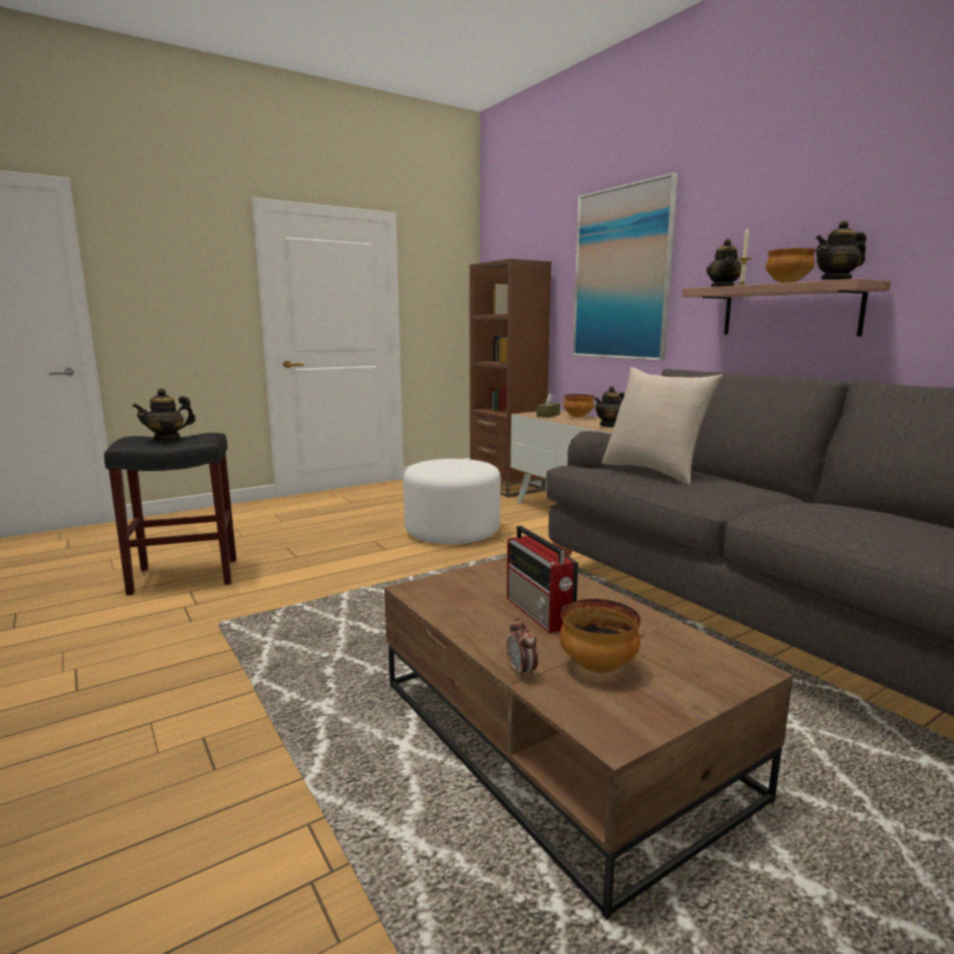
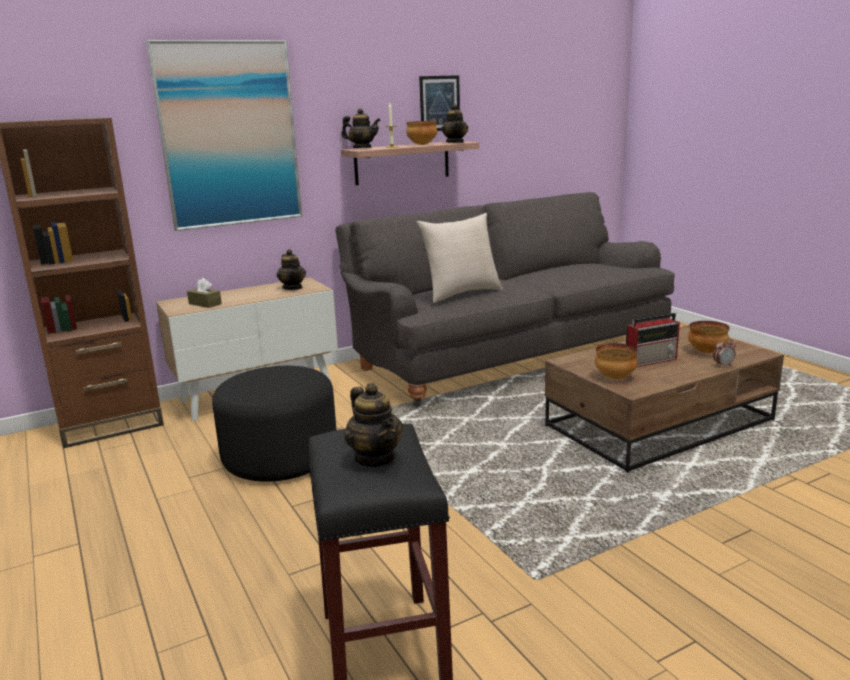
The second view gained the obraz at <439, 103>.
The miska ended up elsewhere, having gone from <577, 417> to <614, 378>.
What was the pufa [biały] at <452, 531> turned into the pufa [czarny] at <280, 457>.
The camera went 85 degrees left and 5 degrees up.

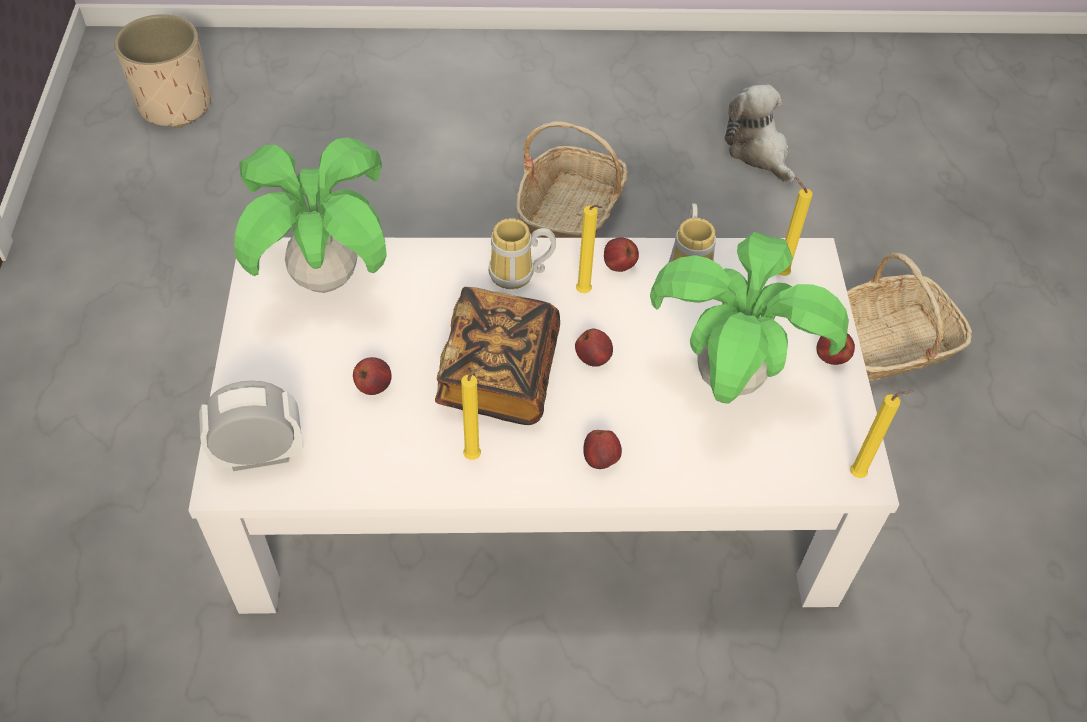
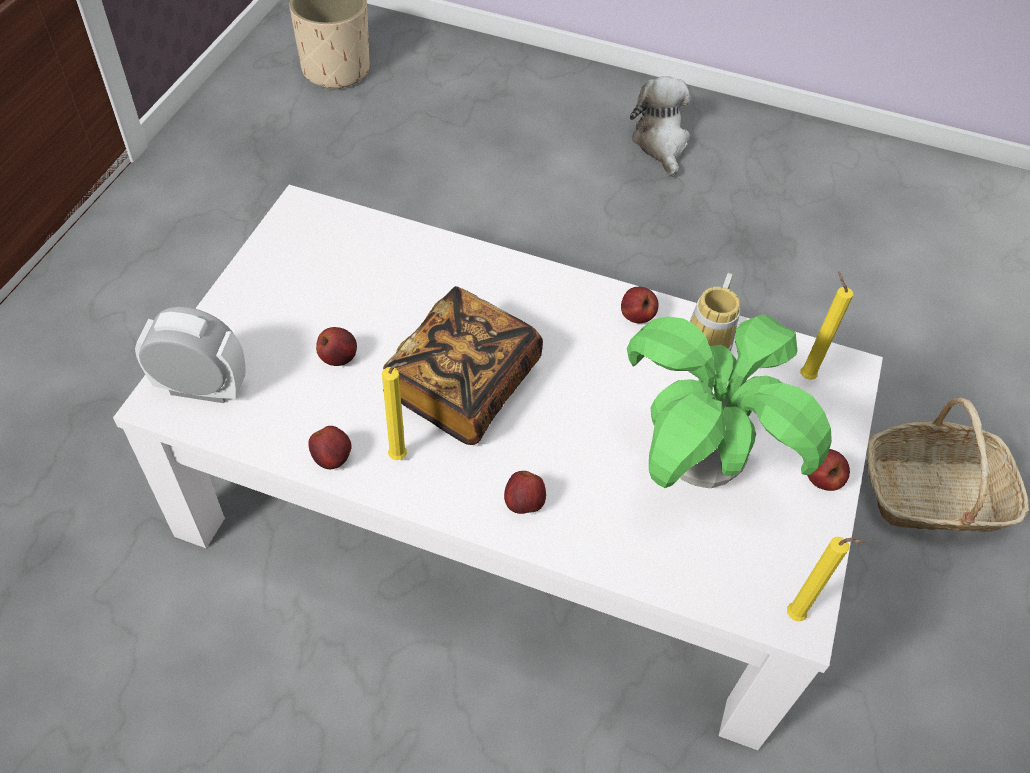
The second view lost the roślina doniczkowa at <325, 279>.
The second view lost the kubek at <518, 276>.
The second view lost the koszyk at <571, 209>.
The second view lost the świeca [żółty] at <585, 293>.
The jabłko ended up elsewhere, having gone from <593, 358> to <333, 459>.
The pluszak ended up elsewhere, having gone from <758, 151> to <661, 144>.
The camera went 20 degrees right and 0 degrees up.

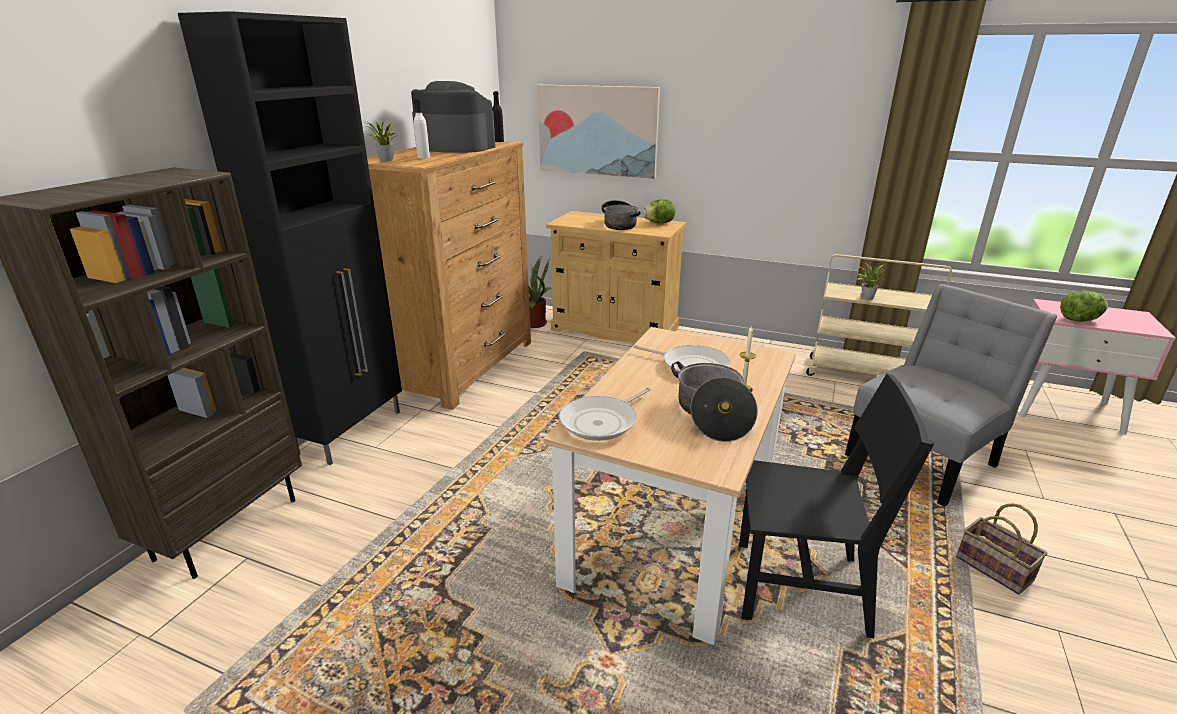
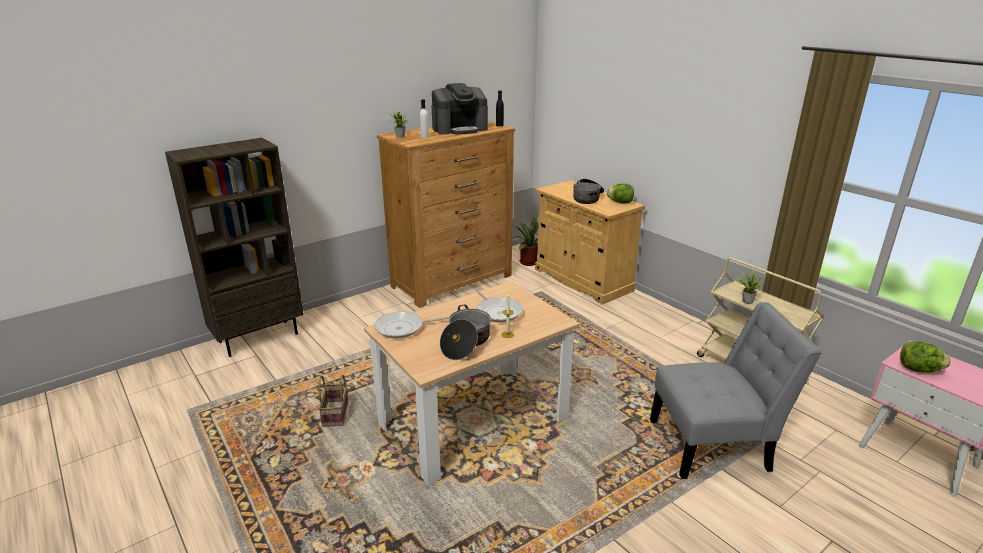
The second view lost the szafka [czarny] at <352, 431>.
The second view lost the obraz at <597, 130>.
The second view lost the krzesło [czarny] at <801, 588>.
The koszyk ended up elsewhere, having gone from <996, 569> to <336, 415>.
The ekspres do kawy at <454, 147> ended up facing another way, 105 degrees clockwise from before.
The camera went 30 degrees right and 0 degrees up.

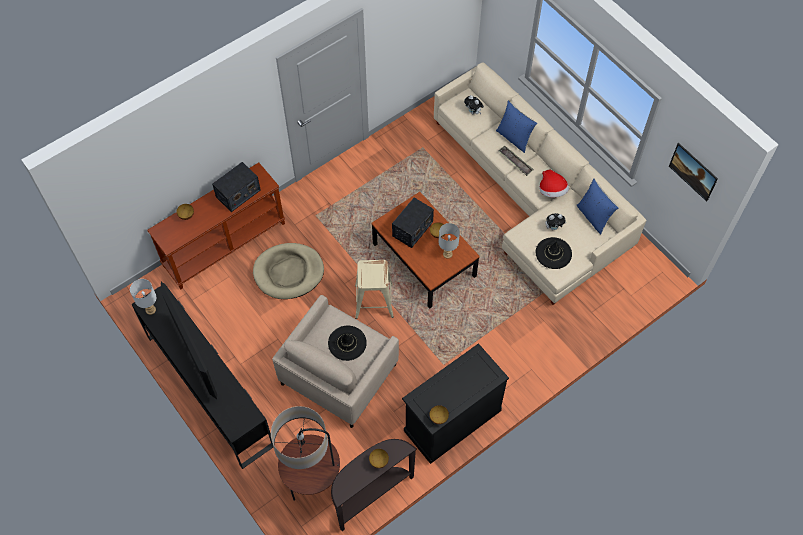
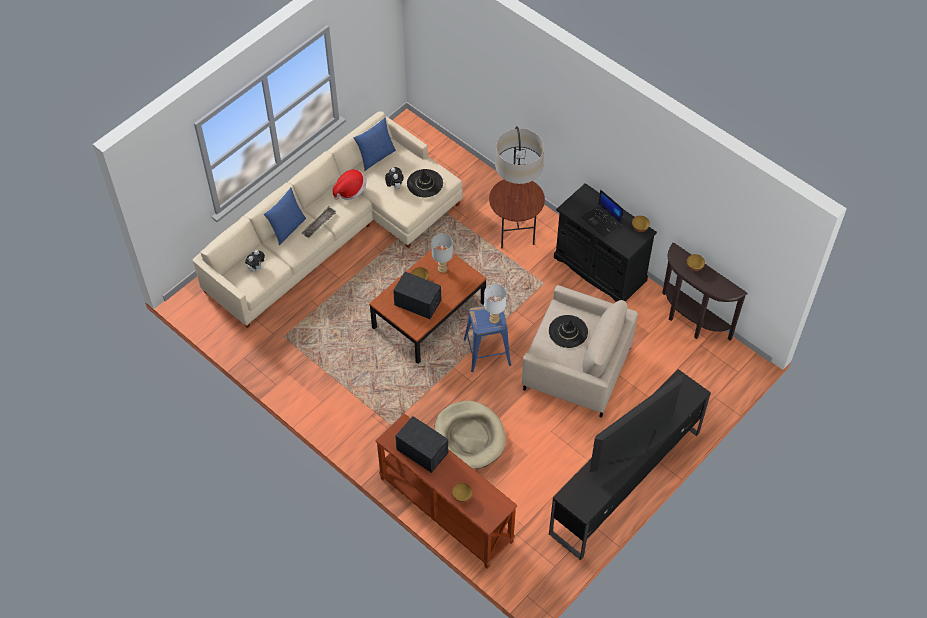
The second view lost the obraz at <690, 177>.
The second view gained the laptop at <602, 220>.
The lampa stołowa [biały] ended up elsewhere, having gone from <150, 310> to <494, 319>.
The lampa stojąca ended up elsewhere, having gone from <313, 483> to <515, 233>.
What was the stołek [beżowy] at <373, 301> turned into the stołek [niebieski] at <487, 352>.
The camera went 100 degrees left and 5 degrees down.

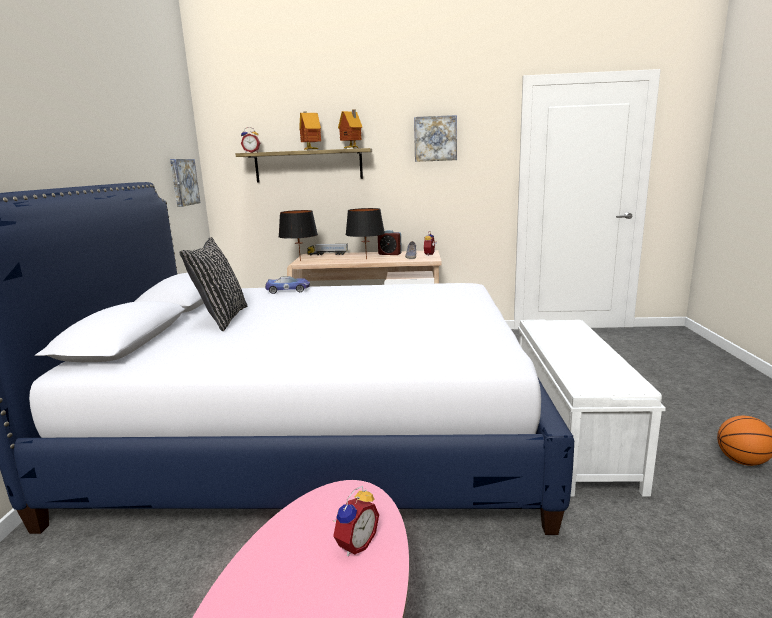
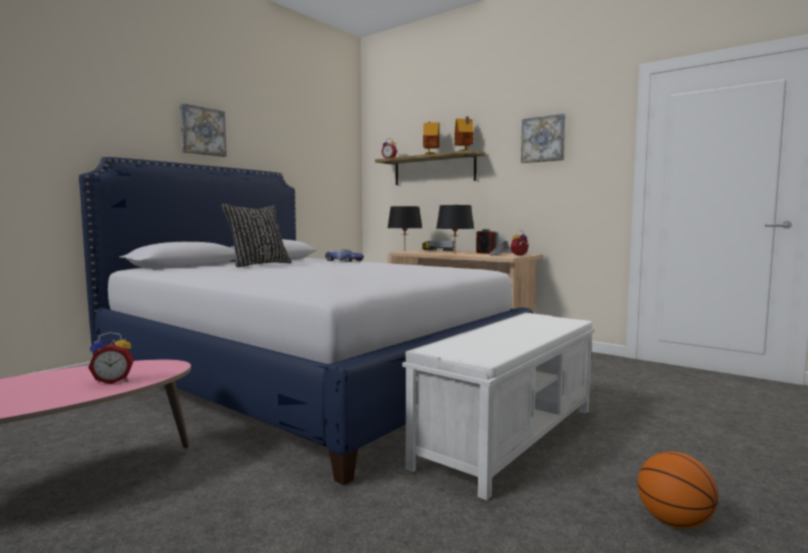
The obraz ended up elsewhere, having gone from <183, 182> to <202, 131>.
The camera went 35 degrees right and 10 degrees down.

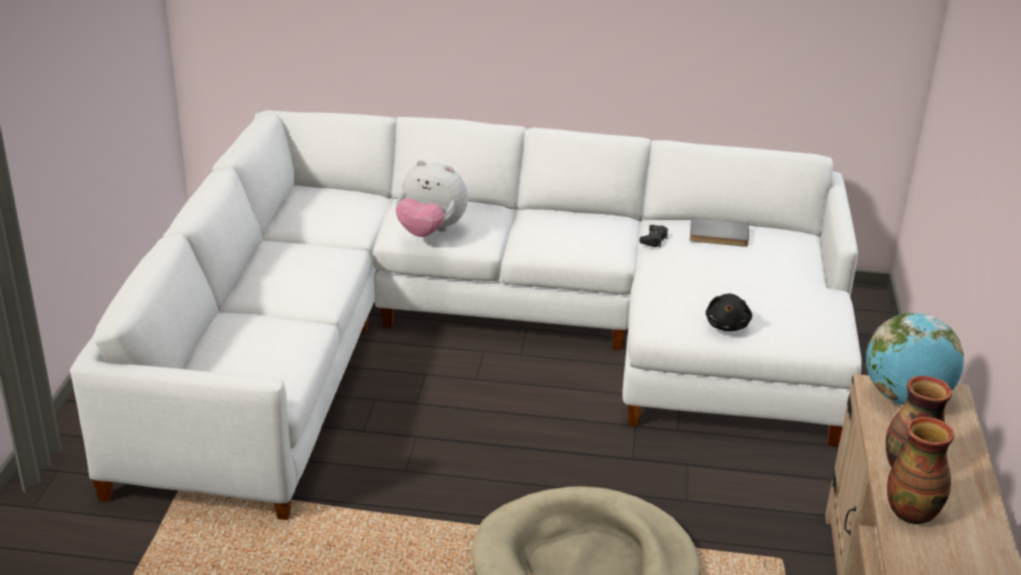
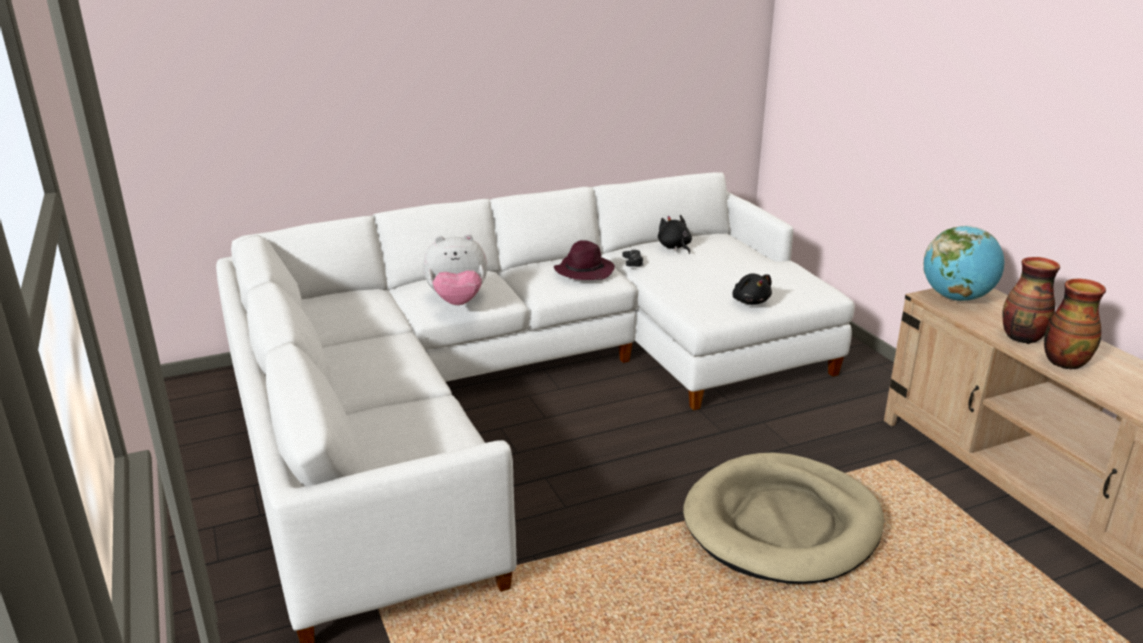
The second view gained the kapelusz [fioletowy] at <584, 271>.
Where the książka [szary] stood at <718, 235>, the pluszak [czarny] came to stand at <674, 247>.
The camera went 30 degrees left and 5 degrees down.

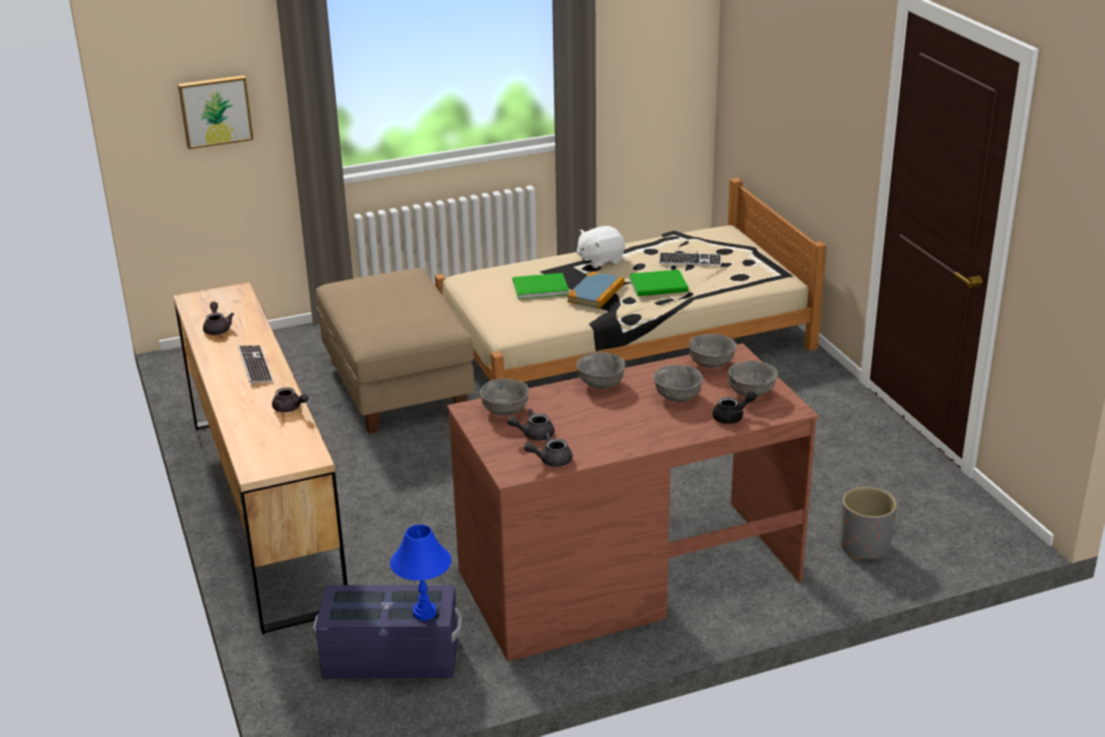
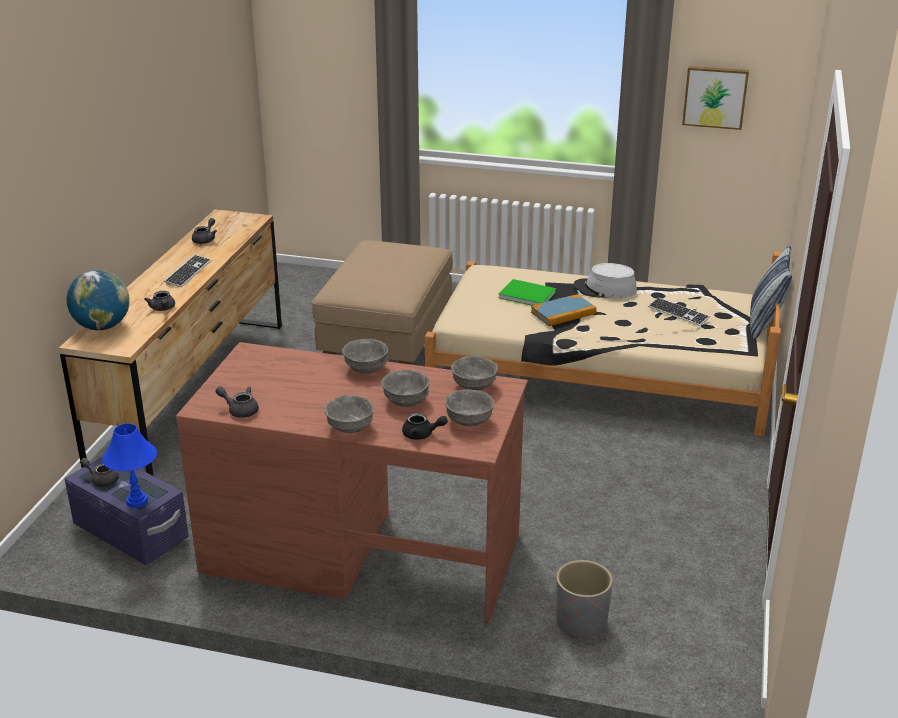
The second view lost the książka [zielony] at <660, 285>.
The second view gained the globus at <102, 327>.
The second view gained the poduszka at <765, 323>.
The obraz ended up elsewhere, having gone from <215, 111> to <715, 96>.
The miska [szary] ended up elsewhere, having gone from <504, 411> to <349, 427>.
The imbryk [szary] ended up elsewhere, having gone from <533, 434> to <102, 479>.
Where the pluszak [biały] stood at <600, 260>, the kapelusz [szary] came to stand at <605, 289>.
The camera went 35 degrees right and 0 degrees up.

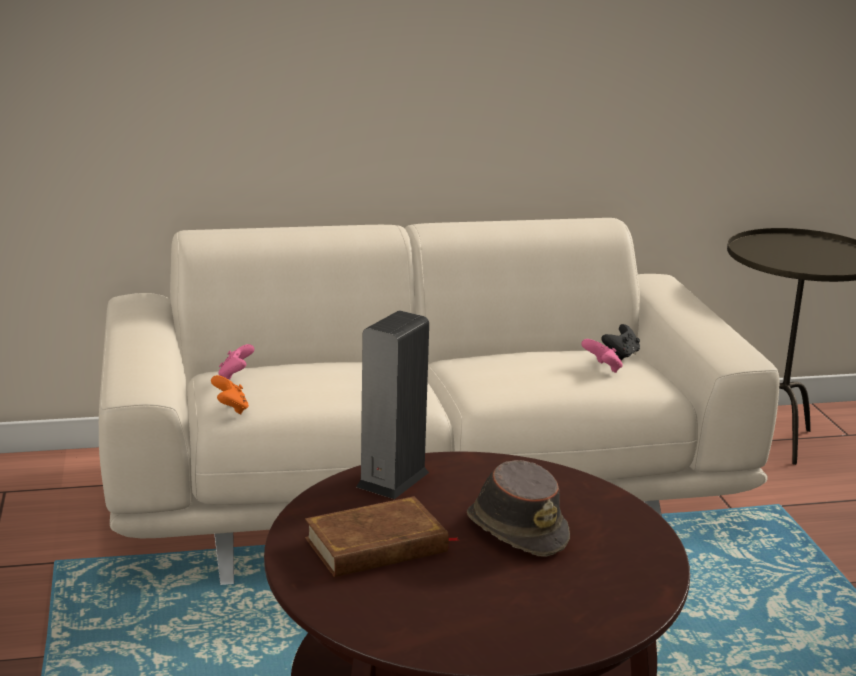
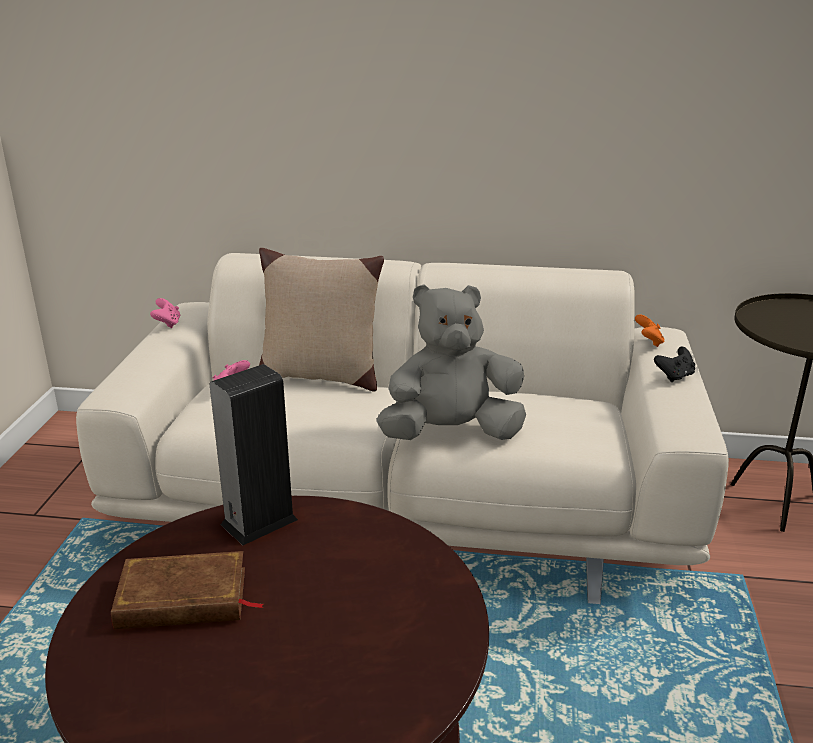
The second view lost the kapelusz [brązowy] at <517, 529>.
The second view gained the poduszka [beżowy] at <319, 376>.
The second view gained the pluszak [szary] at <451, 433>.
The pad do gier [pomarańczowy] ended up elsewhere, having gone from <230, 409> to <648, 342>.
The pad do gier [różowy] ended up elsewhere, having gone from <602, 369> to <167, 324>.
The pad do gier [czarny] ended up elsewhere, having gone from <621, 355> to <674, 376>.
The camera went 20 degrees right and 5 degrees up.

